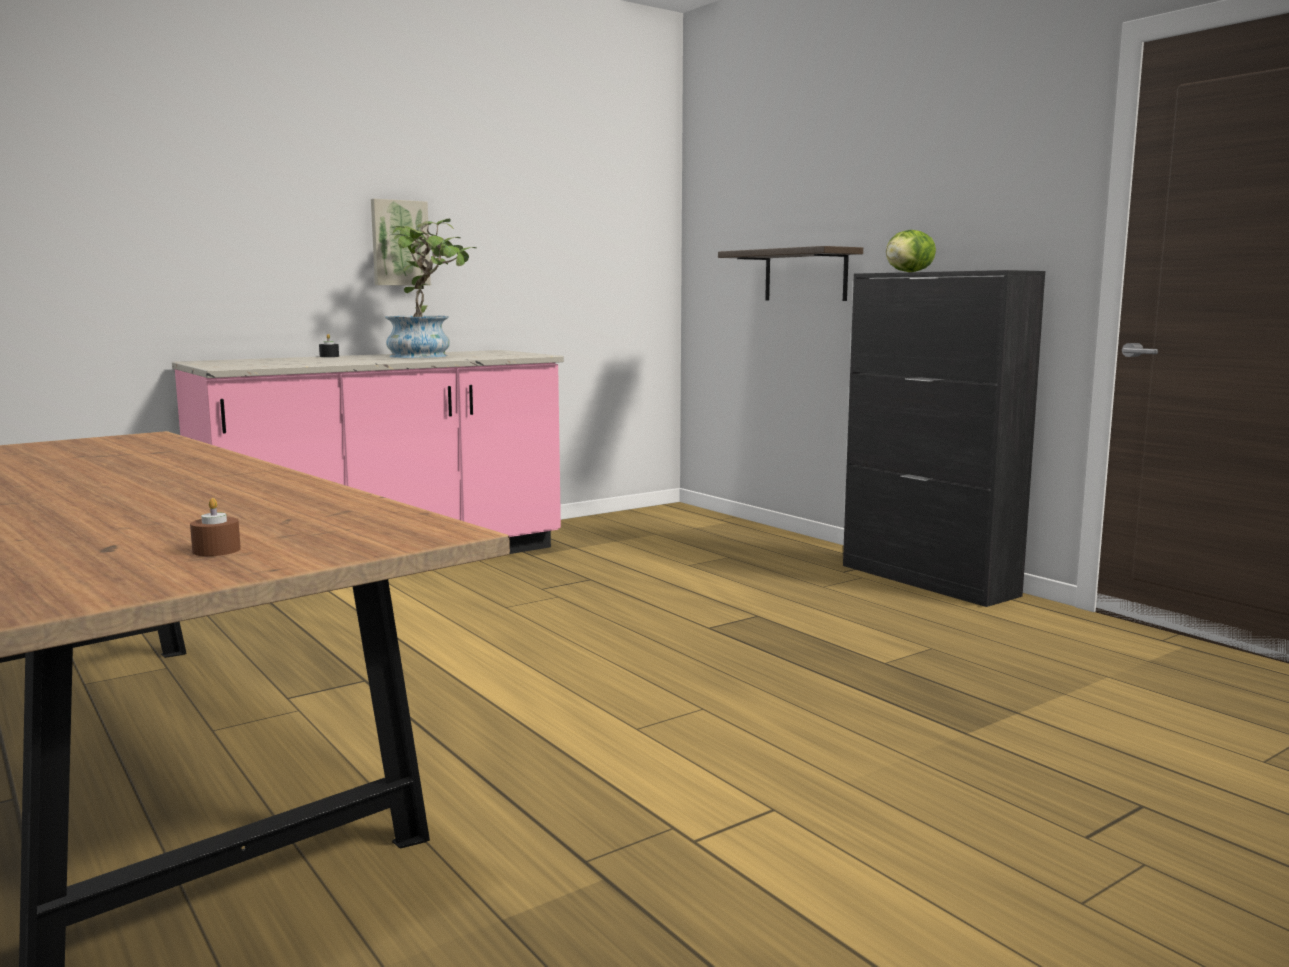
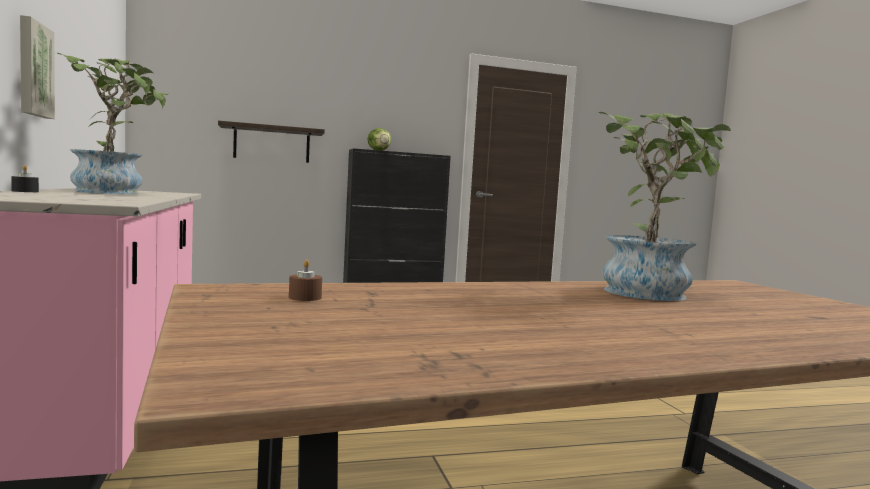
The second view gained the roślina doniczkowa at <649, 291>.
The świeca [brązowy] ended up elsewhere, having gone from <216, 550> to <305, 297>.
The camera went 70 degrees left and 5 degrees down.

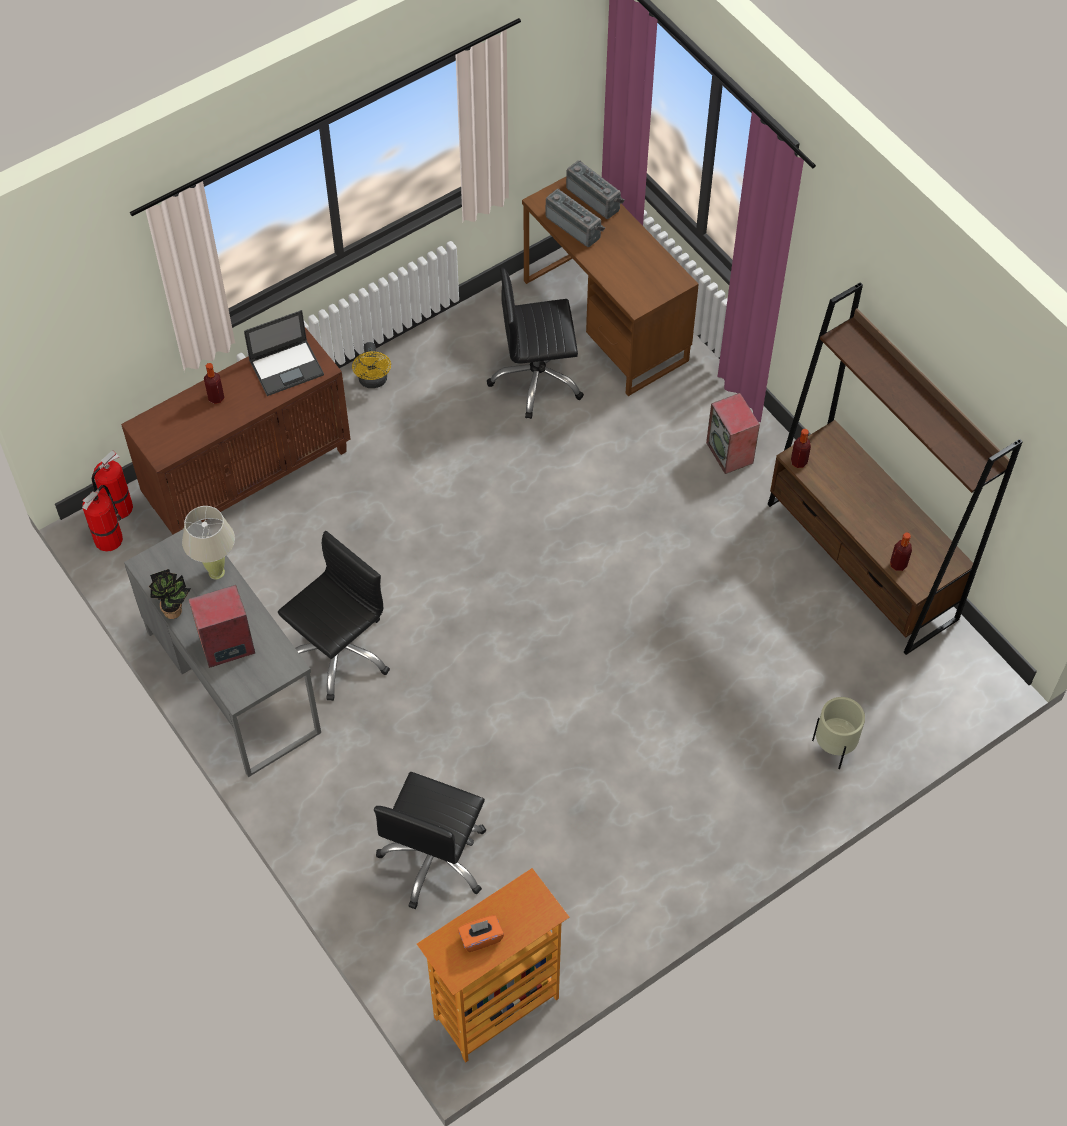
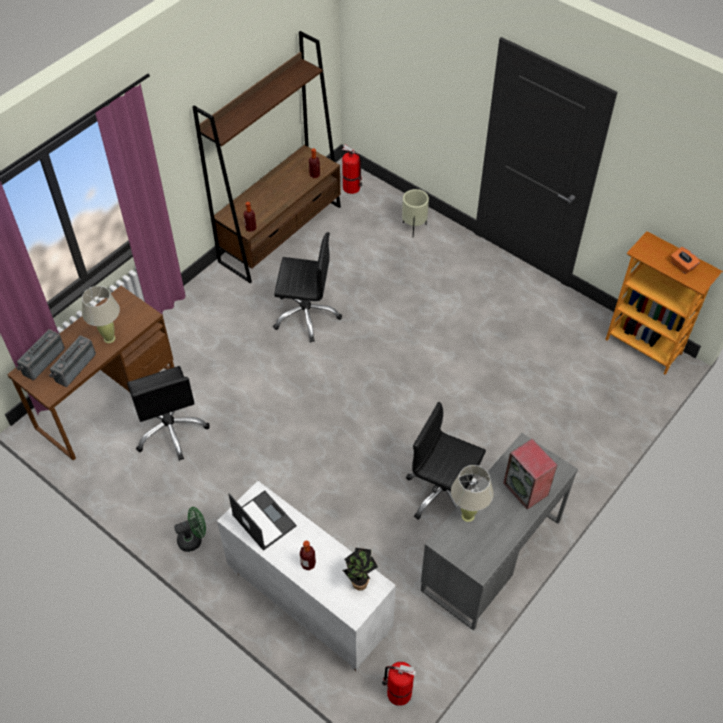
The second view lost the głośnik at <730, 453>.
The second view gained the lampa stołowa [beżowy] at <109, 339>.
The gaśnica ended up elsewhere, having gone from <117, 508> to <352, 188>.
The roślina doniczkowa ended up elsewhere, having gone from <175, 611> to <359, 581>.
The krzesło biurowe [czarny] ended up elsewhere, having gone from <435, 858> to <306, 315>.
What was the szafka [brązowy] at <249, 476> turned into the szafka [biały] at <308, 602>.
What was the wentylator [żółty] at <373, 381> turned into the wentylator [zielony] at <193, 539>.
The camera went 105 degrees left and 5 degrees down.

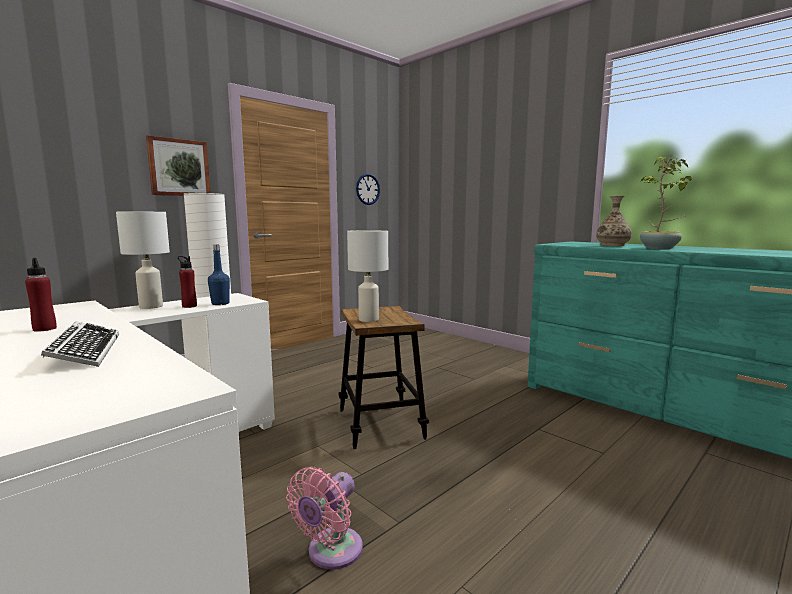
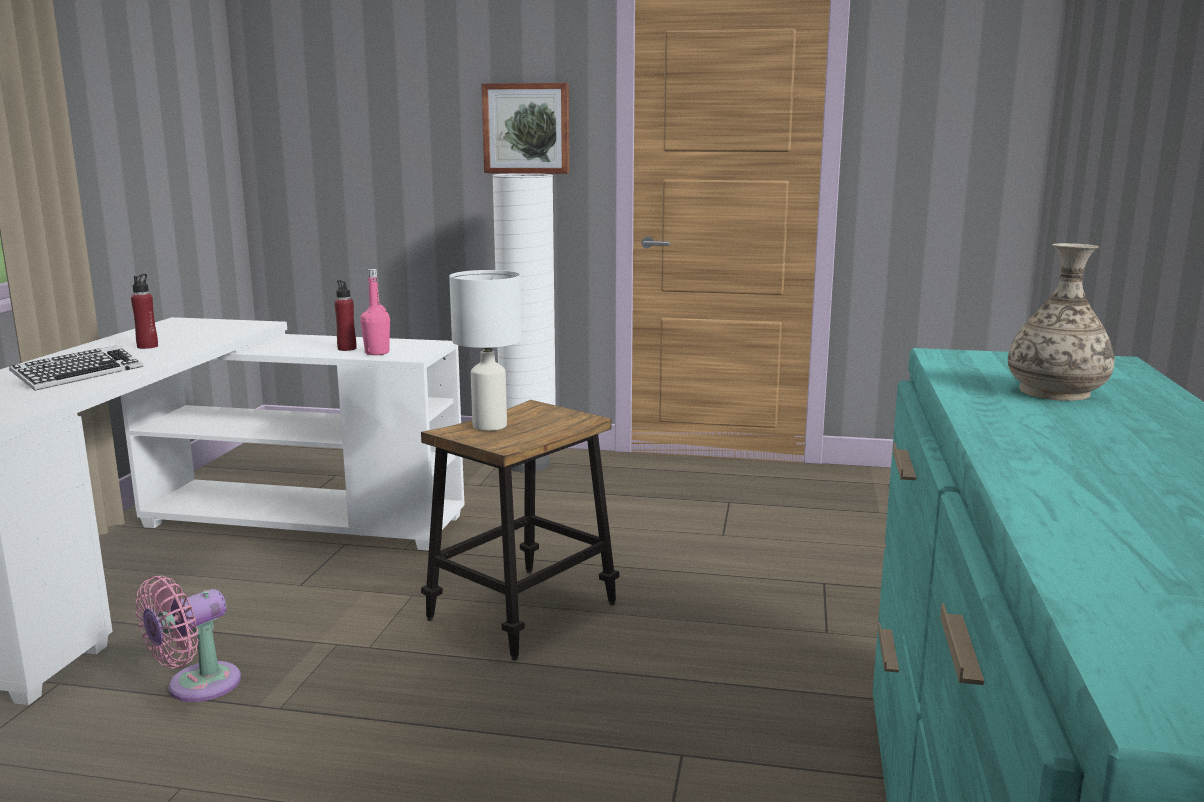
The second view lost the lampa stołowa [biały] at <150, 306>.
The second view lost the zegar ścienny at <368, 189>.
The second view lost the roślina doniczkowa at <660, 248>.
What was the butelka [niebieski] at <220, 303> turned into the butelka [różowy] at <377, 353>.
The wentylator [różowy] at <331, 552> ended up facing another way, 45 degrees counterclockwise from before.
The camera went 55 degrees right and 5 degrees up.

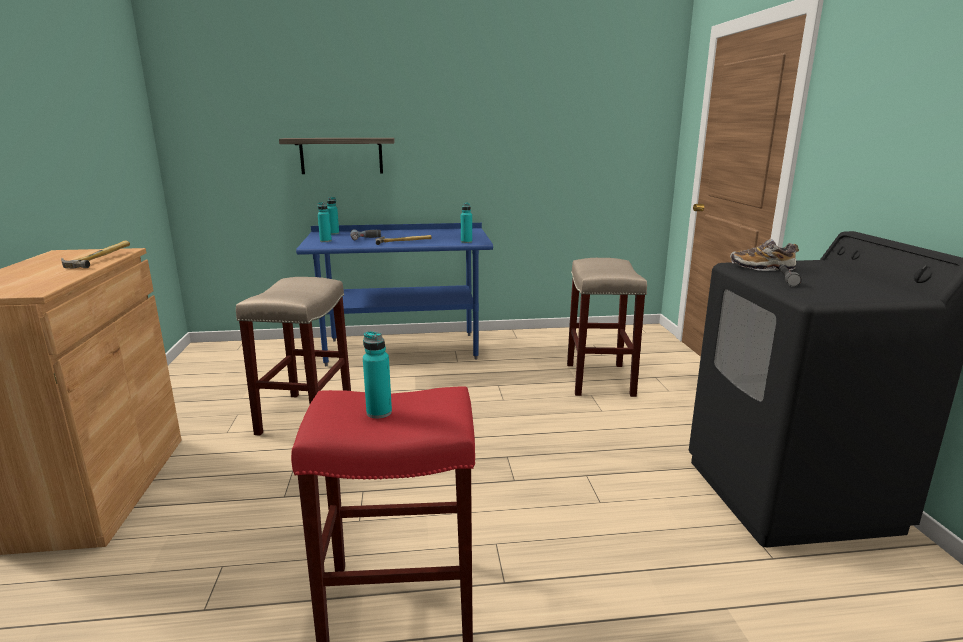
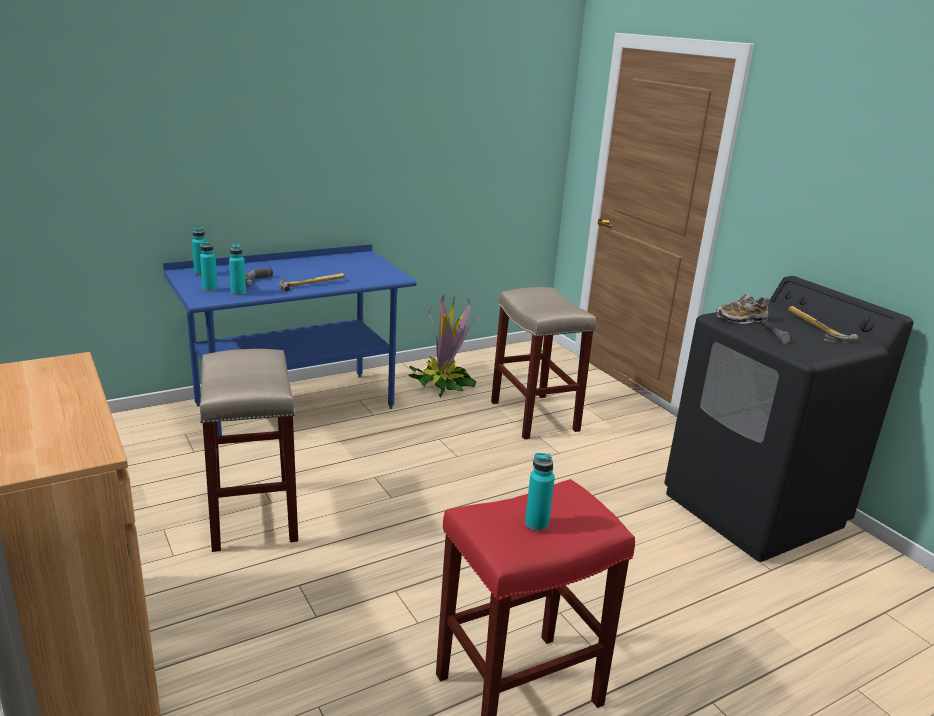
The second view lost the półka at <341, 155>.
The second view gained the roślina doniczkowa at <442, 383>.
The młotek ended up elsewhere, having gone from <96, 259> to <814, 329>.
The butelka [turkusowy] ended up elsewhere, having gone from <466, 242> to <238, 293>.
The camera went 25 degrees left and 5 degrees up.

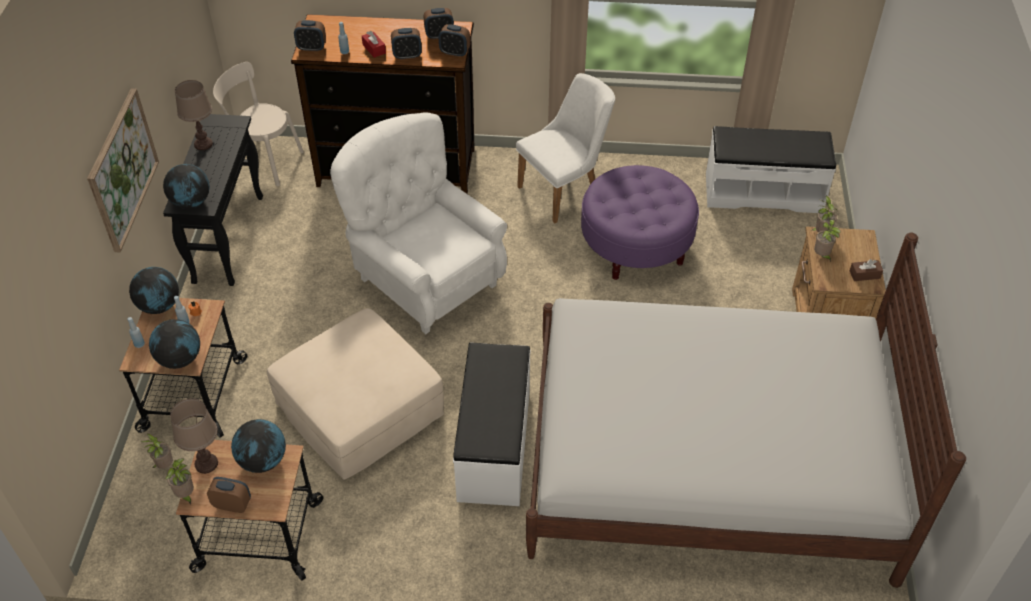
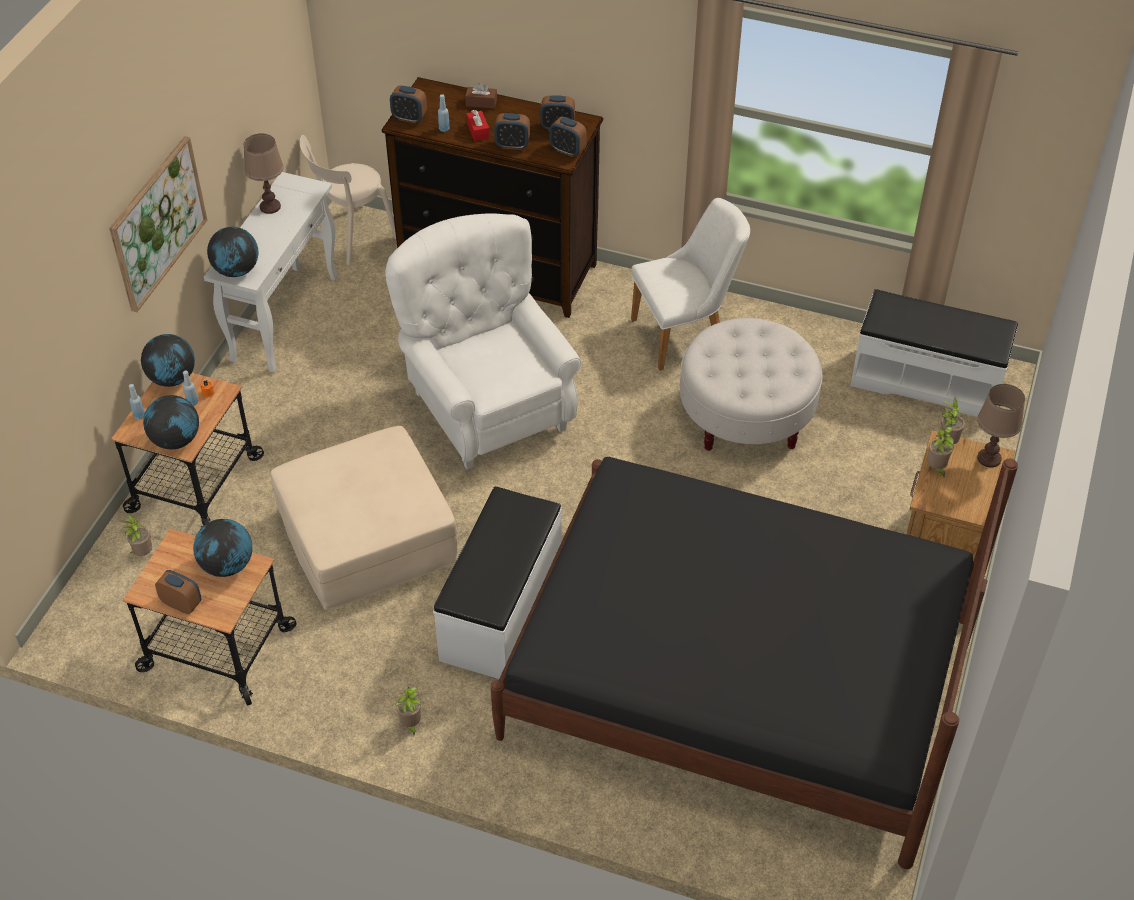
The roślina doniczkowa ended up elsewhere, having gone from <185, 495> to <410, 724>.
The lampa stołowa [brązowy] ended up elsewhere, having gone from <206, 463> to <988, 458>.
The pudełko chusteczek [brązowy] ended up elsewhere, having gone from <864, 274> to <481, 102>.
What was the stolik konsolowy [czarny] at <228, 238> turned into the stolik konsolowy [biały] at <285, 317>.
What was the łóżko [biały] at <706, 459> turned into the łóżko [czarny] at <737, 677>.
What was the pufa [fioletowy] at <635, 246> turned into the pufa [biały] at <745, 416>.
The krzesło [beżowy] at <264, 162> ended up facing another way, 75 degrees counterclockwise from before.
The camera went 15 degrees right and 0 degrees up.

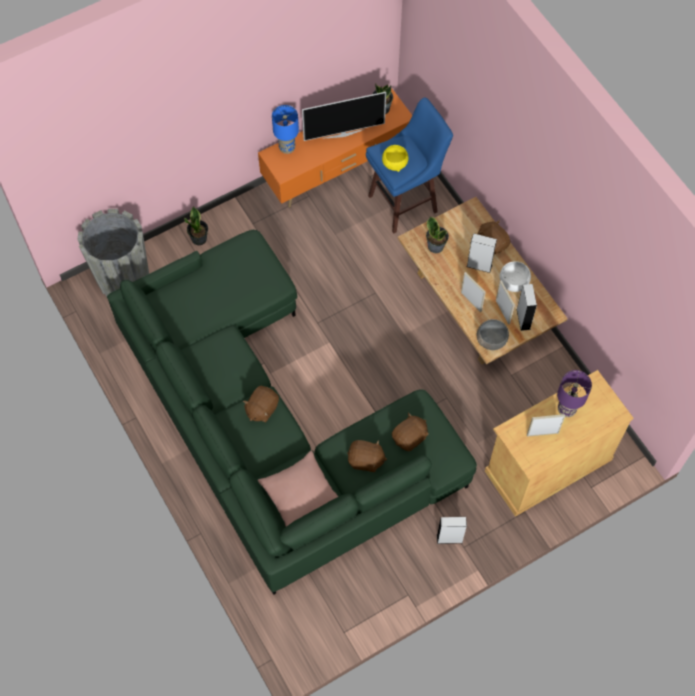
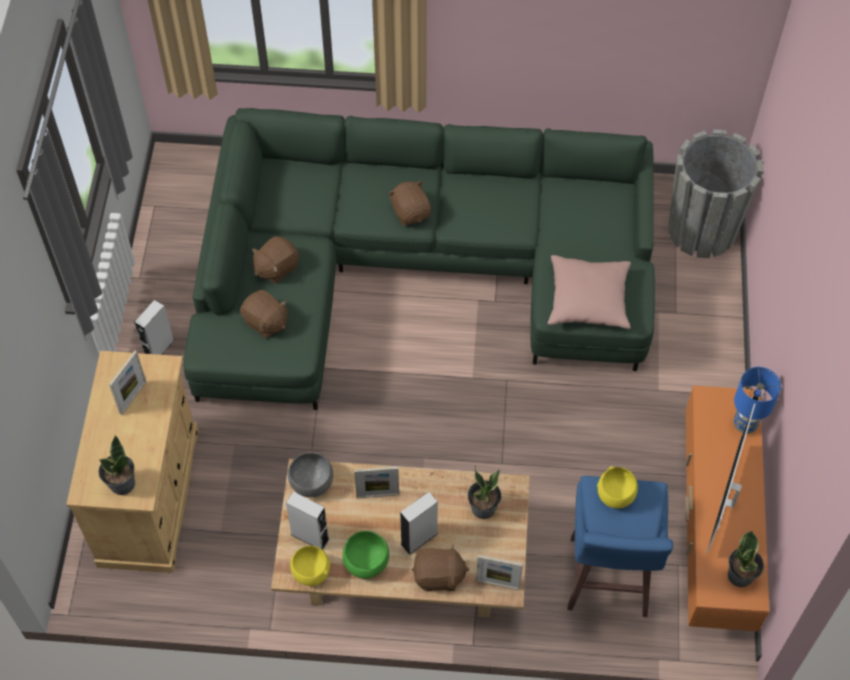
The second view lost the lampa stołowa [fioletowy] at <566, 410>.
The second view gained the miska [żółty] at <310, 572>.
The roślina doniczkowa ended up elsewhere, having gone from <199, 239> to <121, 484>.
The poduszka [różowy] ended up elsewhere, having gone from <300, 495> to <588, 300>.
The ramka na zdjęcie ended up elsewhere, having gone from <502, 312> to <497, 584>.
What was the miska [biały] at <514, 282> turned into the miska [zielony] at <366, 562>.
The pluszak [brązowy] at <410, 437> ended up facing another way, 45 degrees counterclockwise from before.
The camera went 125 degrees right and 5 degrees down.

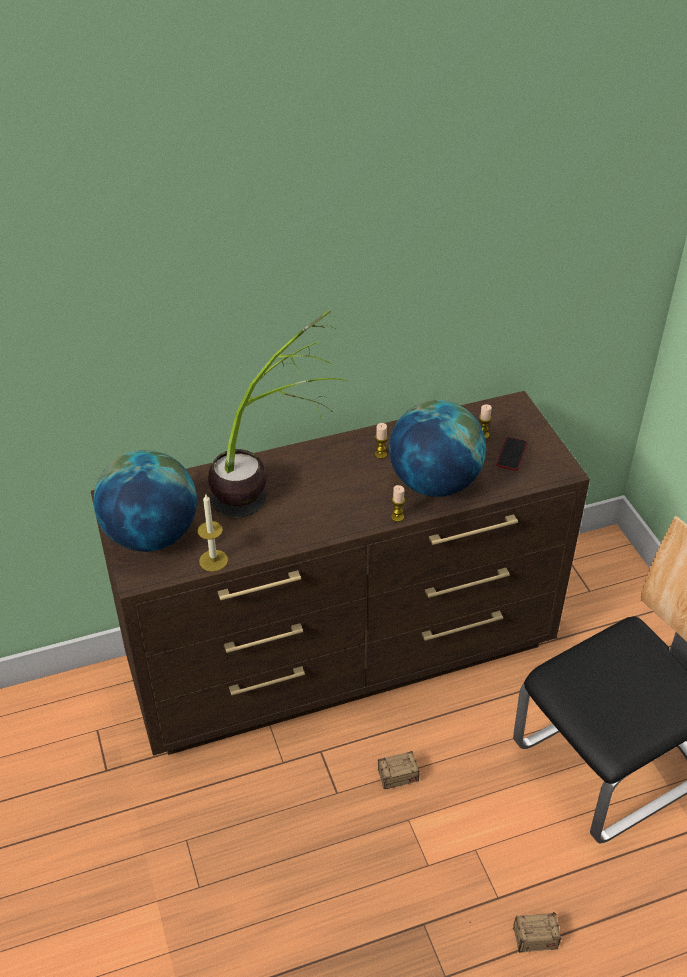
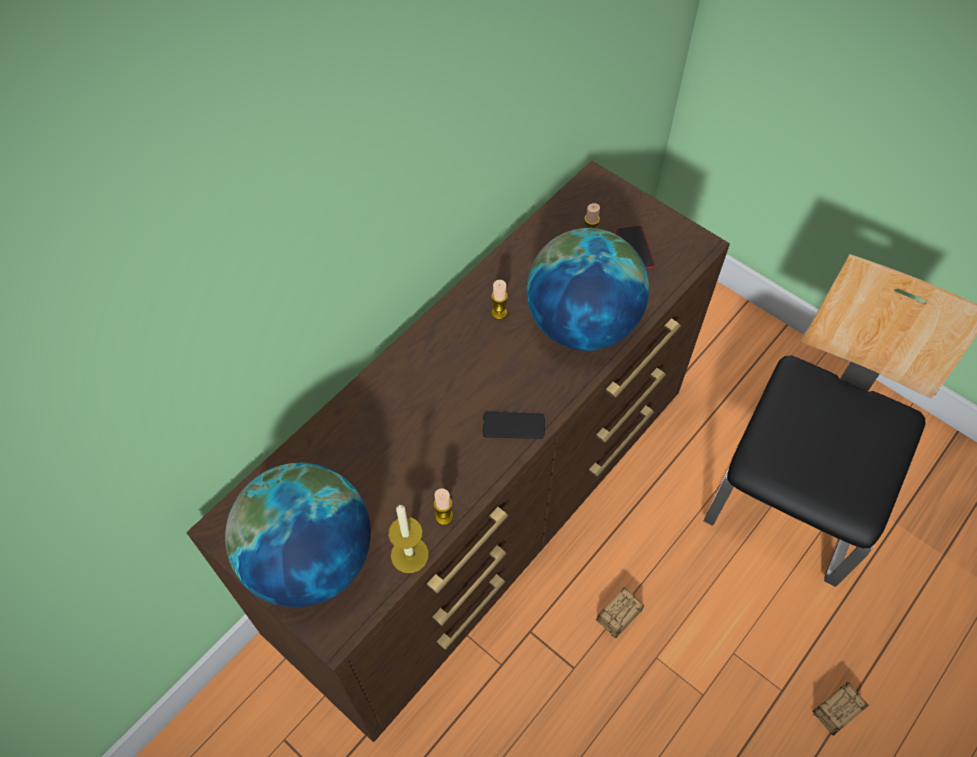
The second view lost the roślina doniczkowa at <270, 488>.
The second view gained the telefon at <513, 426>.
The świeca ended up elsewhere, having gone from <397, 517> to <444, 516>.
The camera went 30 degrees left and 15 degrees up.

